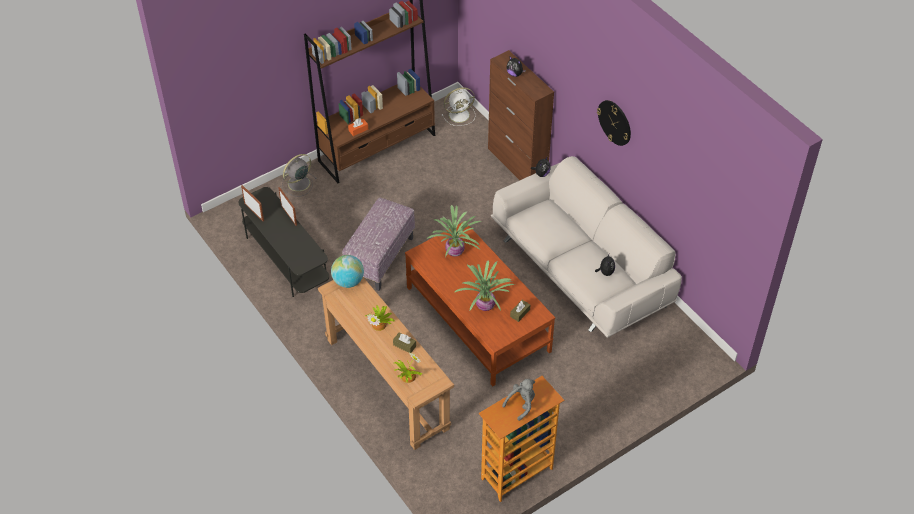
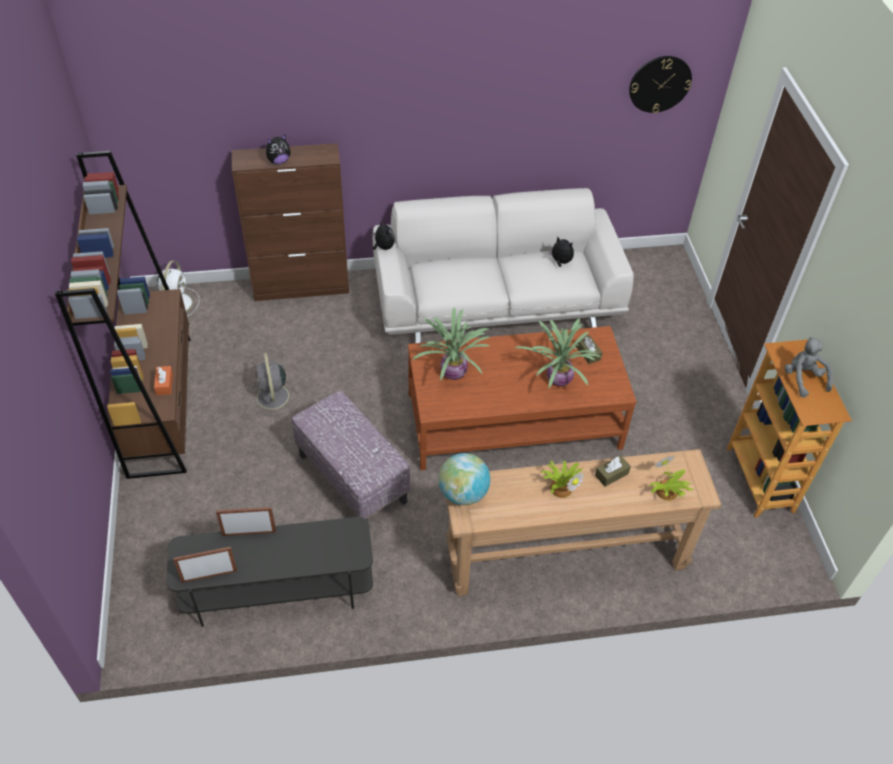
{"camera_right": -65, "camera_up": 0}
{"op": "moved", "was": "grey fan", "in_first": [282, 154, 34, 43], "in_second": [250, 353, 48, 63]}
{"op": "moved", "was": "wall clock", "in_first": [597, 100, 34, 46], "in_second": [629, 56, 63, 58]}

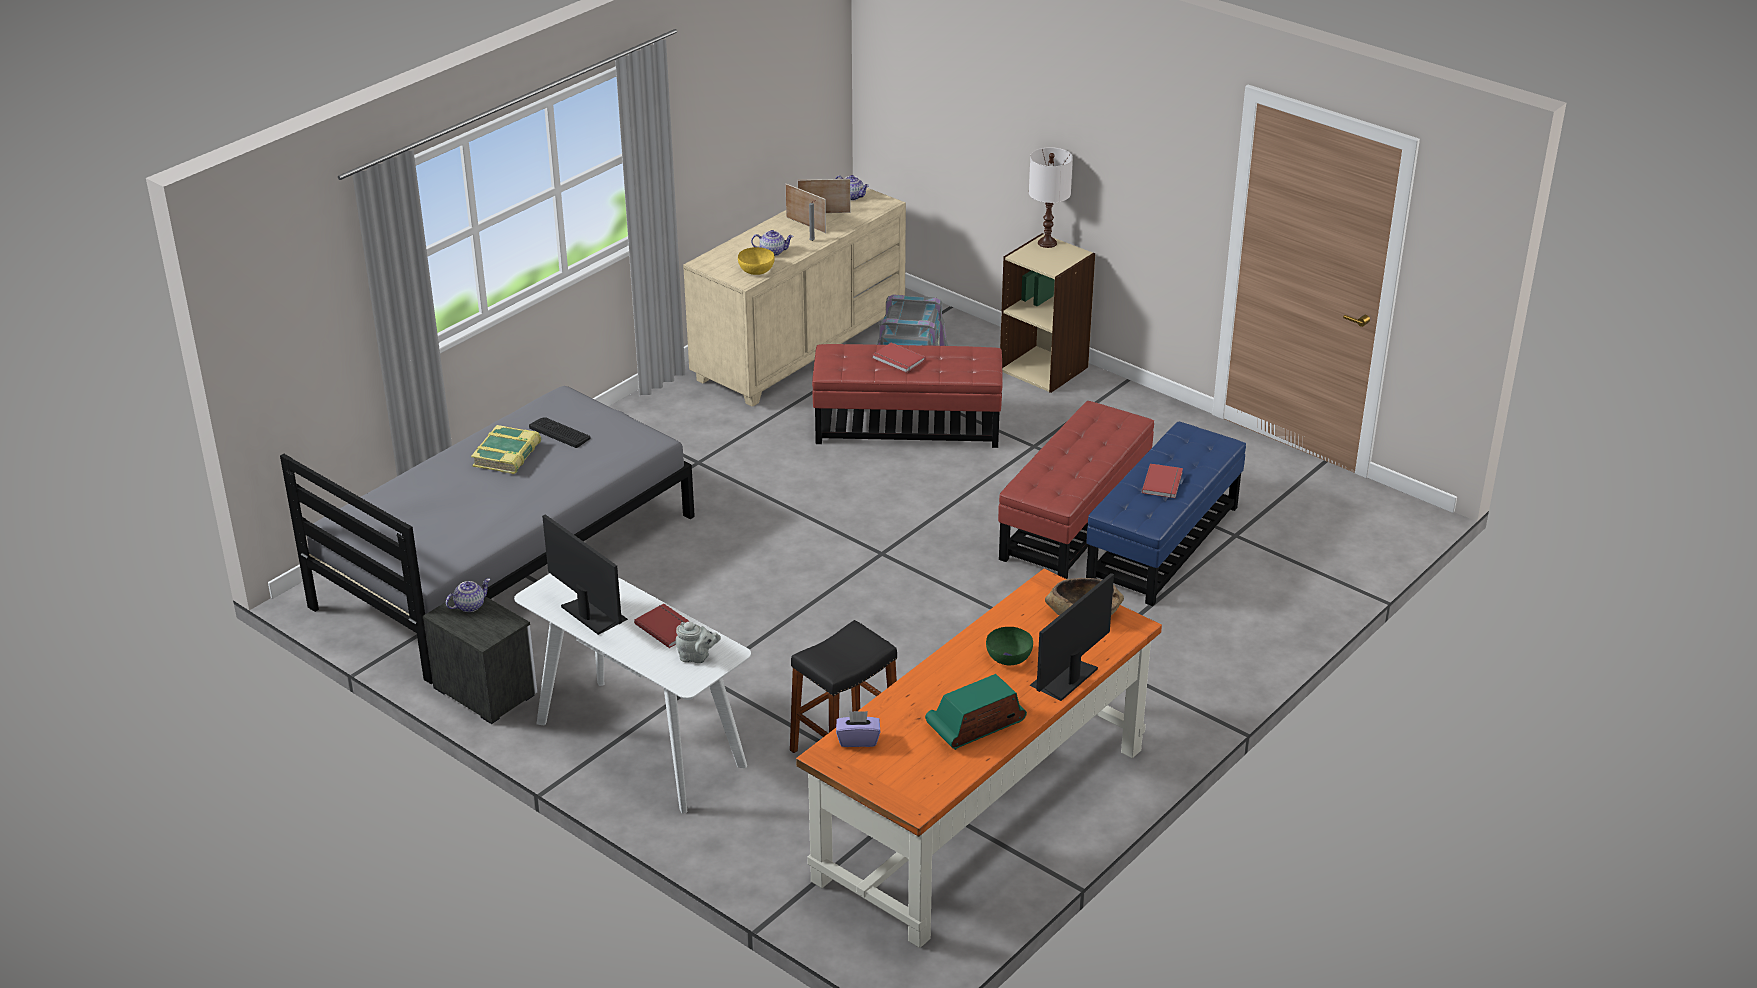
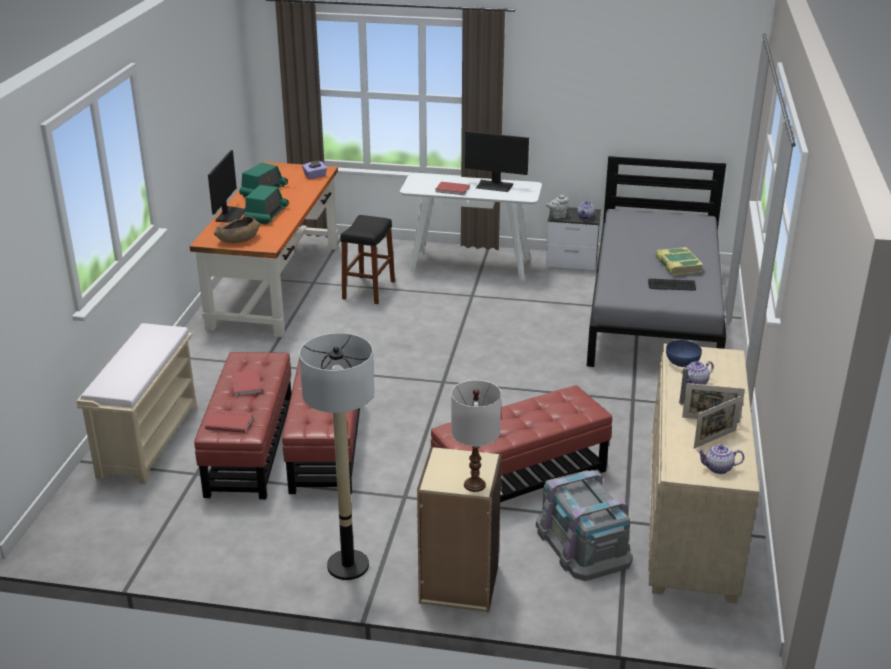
{"camera_right": 150, "camera_up": -5}
{"op": "added", "now": "beige bench", "in_second": [77, 323, 120, 161]}
{"op": "added", "now": "floor lamp", "in_second": [299, 333, 75, 247]}
{"op": "moved", "was": "grey teapot", "in_first": [676, 621, 45, 42], "in_second": [546, 195, 23, 24]}
{"op": "moved", "was": "red book", "in_first": [872, 342, 54, 31], "in_second": [205, 410, 49, 23]}
{"op": "replaced", "was": "green bowl", "now": "radio", "in_first": [986, 627, 47, 38], "in_second": [244, 185, 45, 39]}
{"op": "recoloured", "was": "yellow bowl", "now": "blue bowl", "in_first": [738, 247, 37, 28], "in_second": [666, 340, 36, 27]}
{"op": "recoloured", "was": "blue ottoman", "now": "red ottoman", "in_first": [1086, 422, 160, 184], "in_second": [194, 352, 97, 147]}

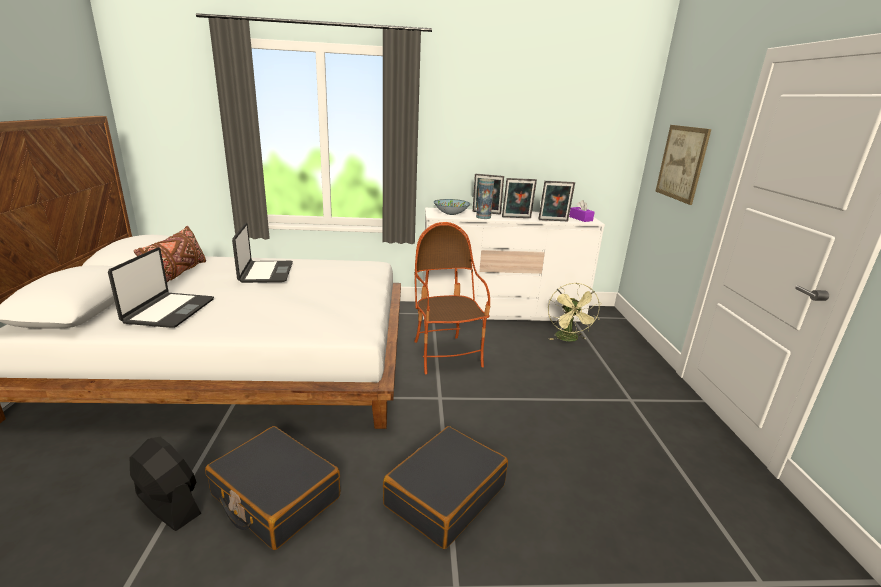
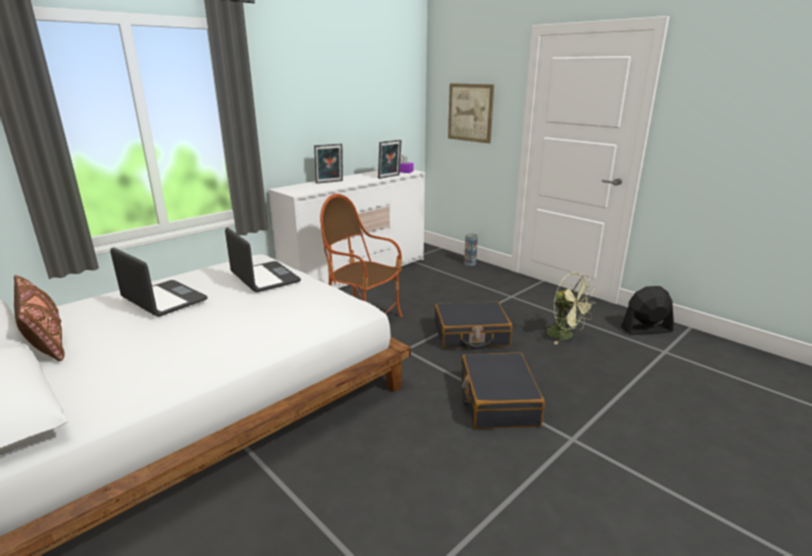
{"camera_right": -40, "camera_up": 0}
{"op": "removed", "was": "bowl", "in_first": [434, 199, 36, 16]}
{"op": "removed", "was": "picture frame", "in_first": [502, 178, 35, 40]}
{"op": "moved", "was": "laptop", "in_first": [108, 247, 106, 81], "in_second": [225, 227, 76, 65]}
{"op": "moved", "was": "black fan", "in_first": [130, 437, 71, 94], "in_second": [621, 286, 53, 49]}
{"op": "moved", "was": "black suitcase", "in_first": [205, 426, 135, 124], "in_second": [435, 301, 77, 48]}
{"op": "moved", "was": "vase", "in_first": [476, 179, 18, 40], "in_second": [464, 233, 14, 33]}
{"op": "moved", "was": "green fan", "in_first": [548, 283, 54, 59], "in_second": [546, 272, 50, 72]}

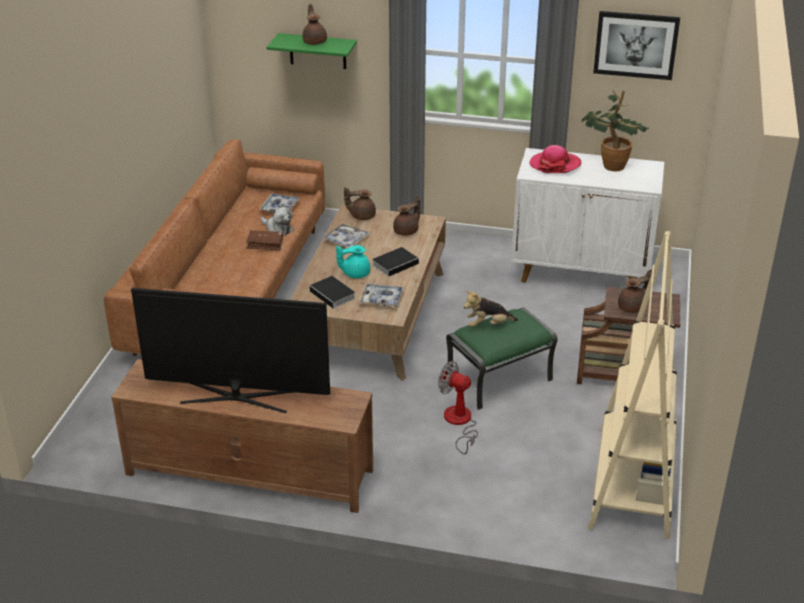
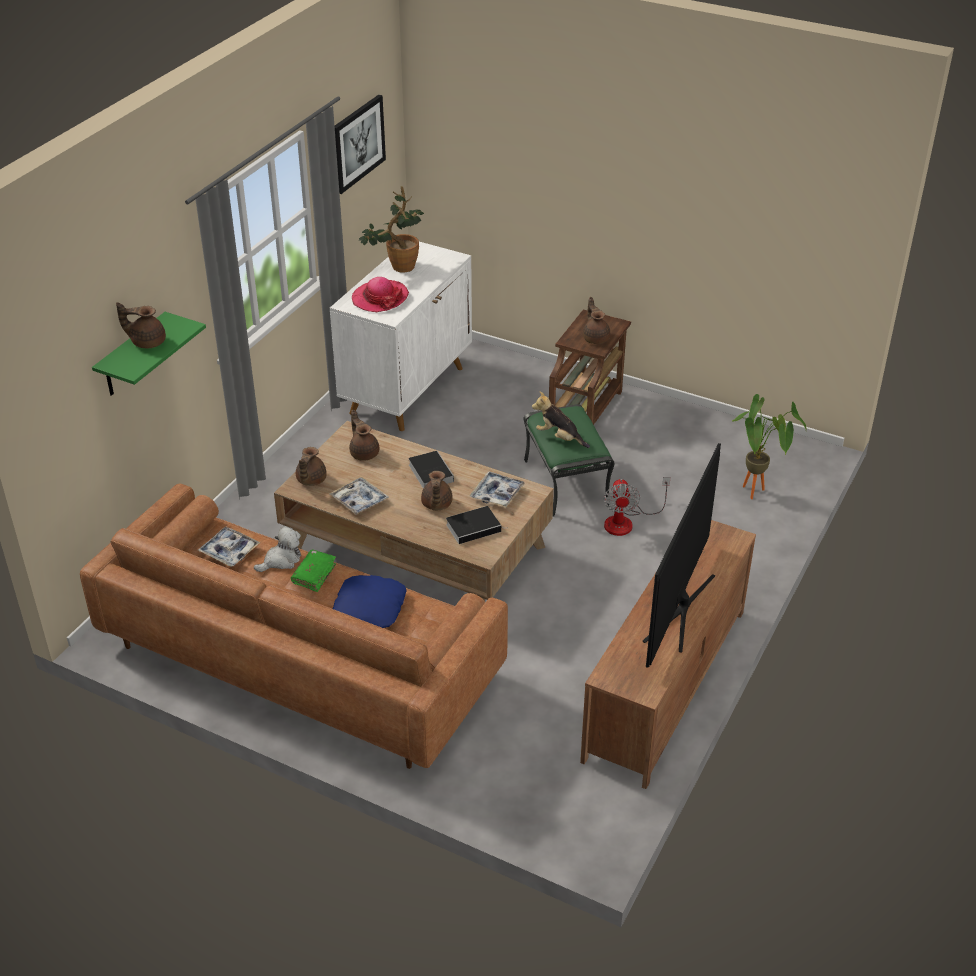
{"camera_right": -75, "camera_up": 5}
{"op": "removed", "was": "beige bookcase", "in_first": [588, 231, 89, 308]}
{"op": "added", "now": "blue pillow", "in_second": [333, 575, 74, 53]}
{"op": "added", "now": "potted plant", "in_second": [732, 394, 74, 105]}
{"op": "recoloured", "was": "brown book", "now": "green book", "in_first": [246, 230, 37, 21], "in_second": [291, 549, 45, 43]}
{"op": "recoloured", "was": "turquoise teapot", "now": "brown teapot", "in_first": [336, 245, 34, 33], "in_second": [421, 471, 32, 39]}
{"op": "turned", "was": "fan", "in_first": [438, 361, 40, 93], "in_second": [604, 477, 67, 59], "clockwise": -45}
{"op": "turned", "was": "plush toy", "in_first": [464, 290, 54, 37], "in_second": [532, 392, 58, 56], "clockwise": 120}

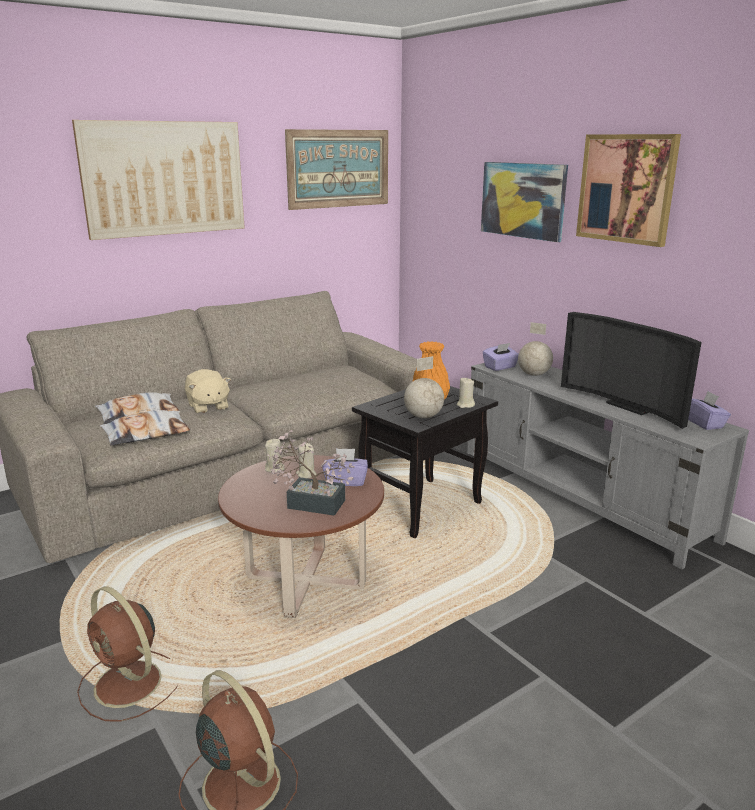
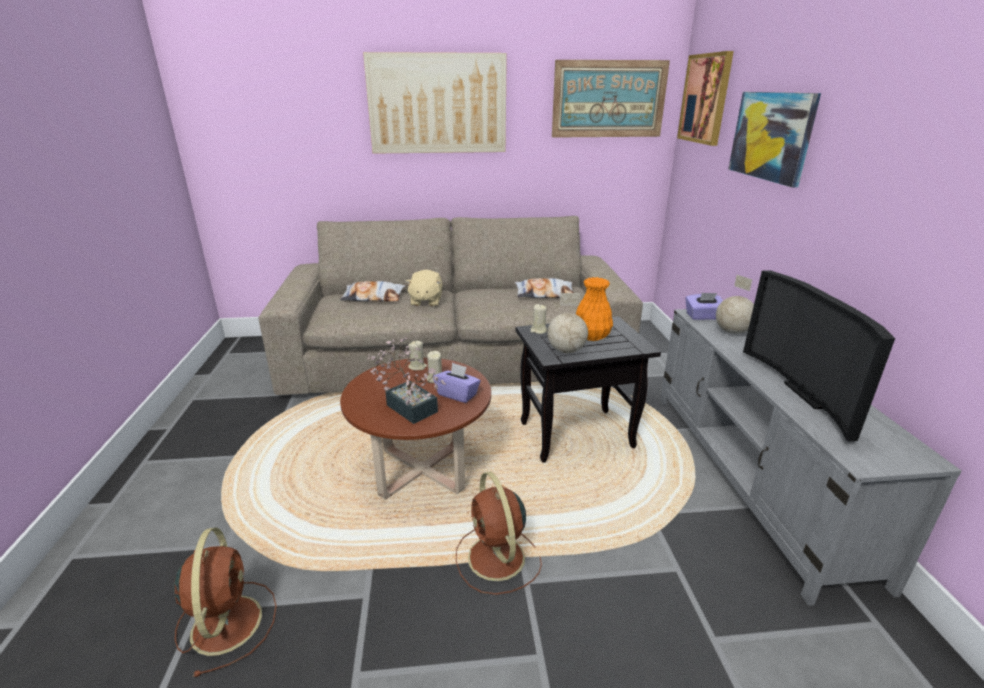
{"camera_right": 30, "camera_up": 5}
{"op": "removed", "was": "purple tissue box", "in_first": [688, 391, 43, 39]}
{"op": "moved", "was": "brown fan", "in_first": [77, 586, 101, 136], "in_second": [456, 472, 86, 123]}
{"op": "moved", "was": "pillow", "in_first": [100, 410, 90, 36], "in_second": [515, 278, 59, 20]}
{"op": "moved", "was": "beige candle", "in_first": [456, 378, 19, 30], "in_second": [530, 304, 17, 30]}
{"op": "moved", "was": "picture", "in_first": [576, 134, 105, 113], "in_second": [677, 51, 57, 95]}

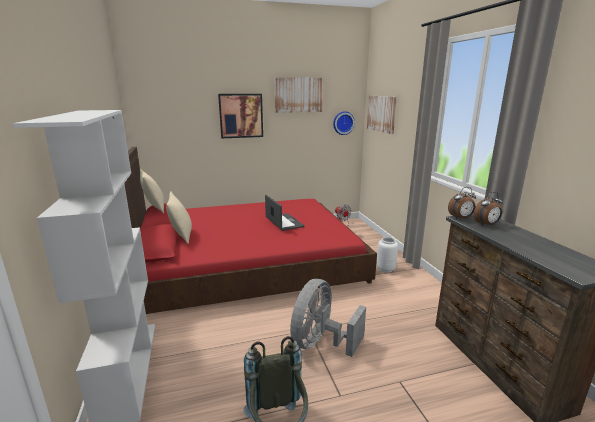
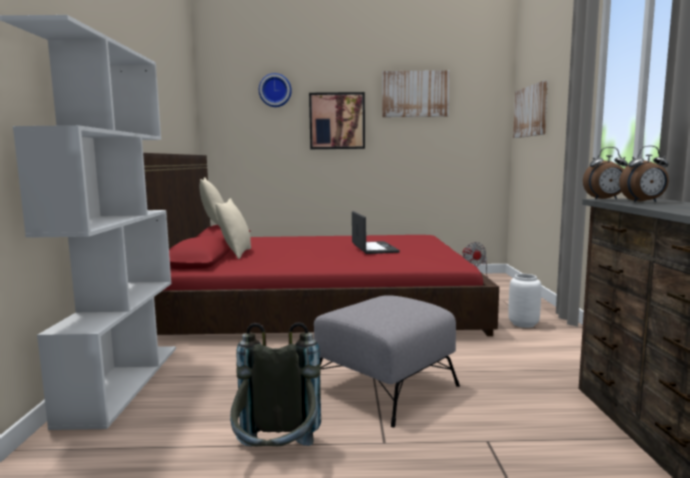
{"camera_right": 15, "camera_up": -10}
{"op": "moved", "was": "wall clock", "in_first": [333, 111, 22, 24], "in_second": [259, 73, 33, 34]}
{"op": "replaced", "was": "grey fan", "now": "grey ottoman", "in_first": [290, 279, 76, 78], "in_second": [314, 295, 146, 133]}

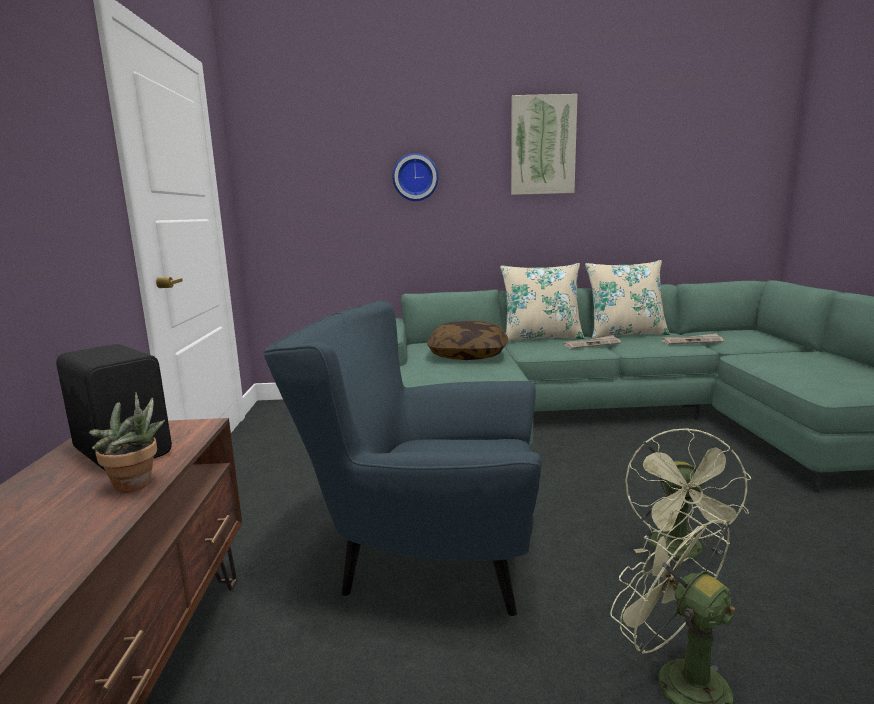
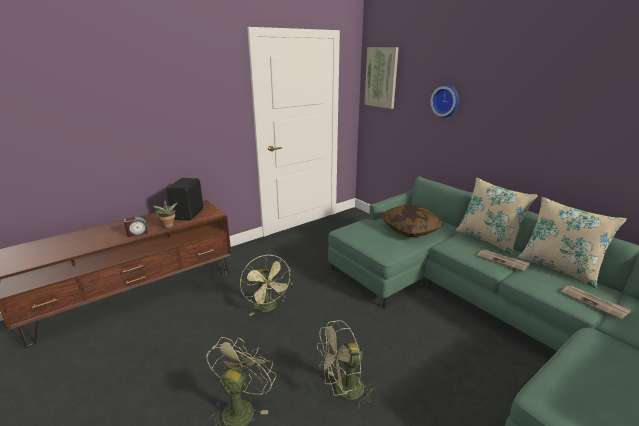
{"camera_right": 55, "camera_up": 10}
{"op": "added", "now": "alarm clock", "in_second": [124, 217, 24, 20]}
{"op": "moved", "was": "picture", "in_first": [511, 94, 67, 101], "in_second": [364, 47, 35, 62]}
{"op": "replaced", "was": "blue armchair", "now": "green fan", "in_first": [264, 300, 278, 317], "in_second": [240, 255, 53, 61]}

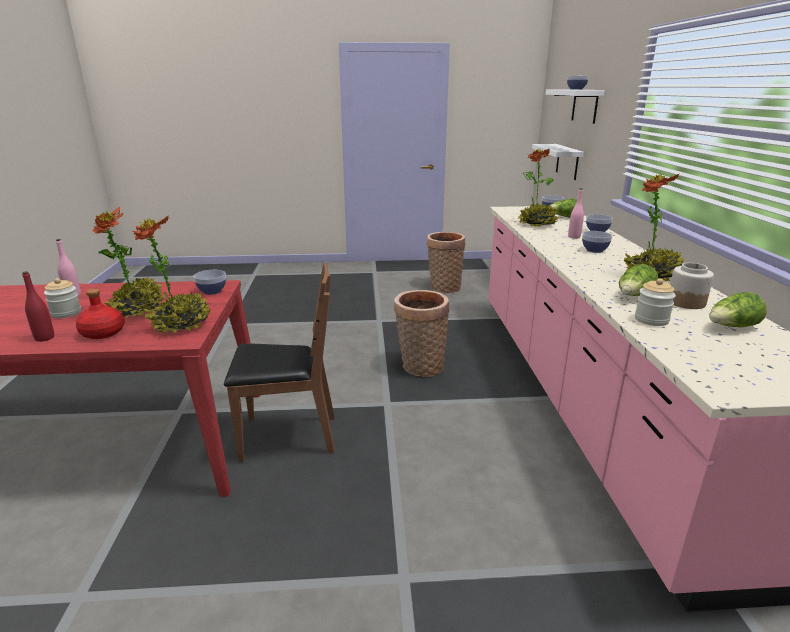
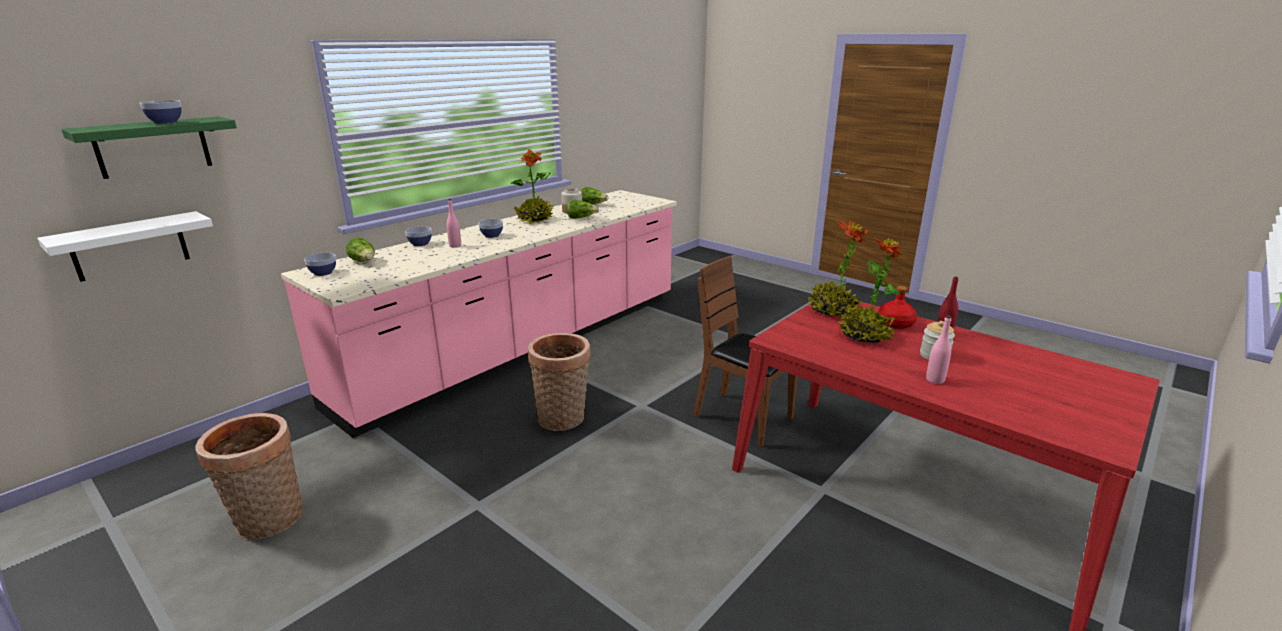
{"camera_right": -135, "camera_up": 0}
{"op": "removed", "was": "bowl", "in_first": [194, 270, 32, 25]}
{"op": "removed", "was": "potted plant", "in_first": [518, 148, 41, 79]}
{"op": "removed", "was": "jar", "in_first": [635, 279, 41, 47]}
{"op": "recoloured", "was": "white shelf", "now": "green shelf", "in_first": [545, 90, 60, 34], "in_second": [61, 117, 176, 62]}

